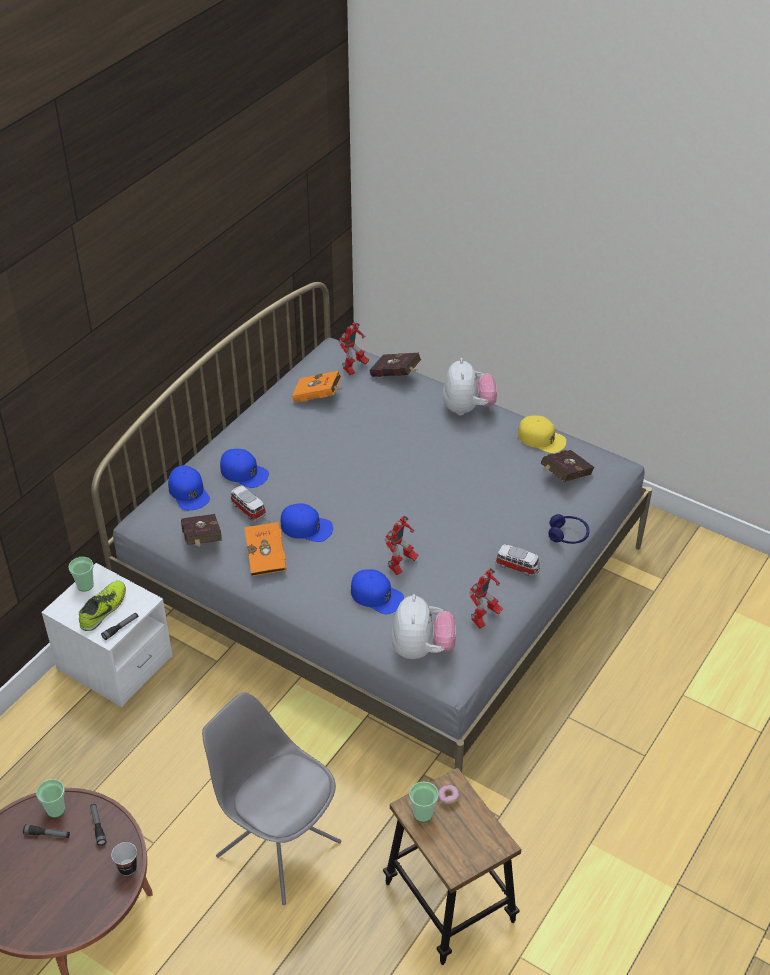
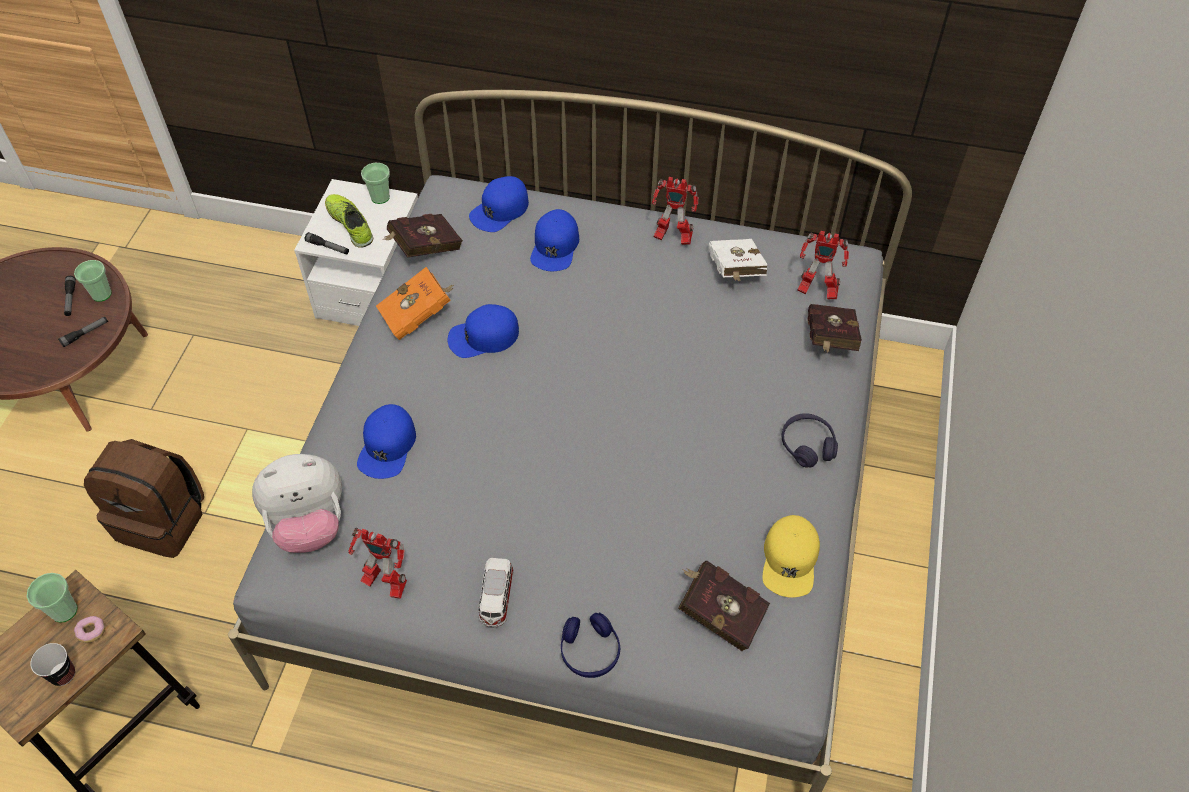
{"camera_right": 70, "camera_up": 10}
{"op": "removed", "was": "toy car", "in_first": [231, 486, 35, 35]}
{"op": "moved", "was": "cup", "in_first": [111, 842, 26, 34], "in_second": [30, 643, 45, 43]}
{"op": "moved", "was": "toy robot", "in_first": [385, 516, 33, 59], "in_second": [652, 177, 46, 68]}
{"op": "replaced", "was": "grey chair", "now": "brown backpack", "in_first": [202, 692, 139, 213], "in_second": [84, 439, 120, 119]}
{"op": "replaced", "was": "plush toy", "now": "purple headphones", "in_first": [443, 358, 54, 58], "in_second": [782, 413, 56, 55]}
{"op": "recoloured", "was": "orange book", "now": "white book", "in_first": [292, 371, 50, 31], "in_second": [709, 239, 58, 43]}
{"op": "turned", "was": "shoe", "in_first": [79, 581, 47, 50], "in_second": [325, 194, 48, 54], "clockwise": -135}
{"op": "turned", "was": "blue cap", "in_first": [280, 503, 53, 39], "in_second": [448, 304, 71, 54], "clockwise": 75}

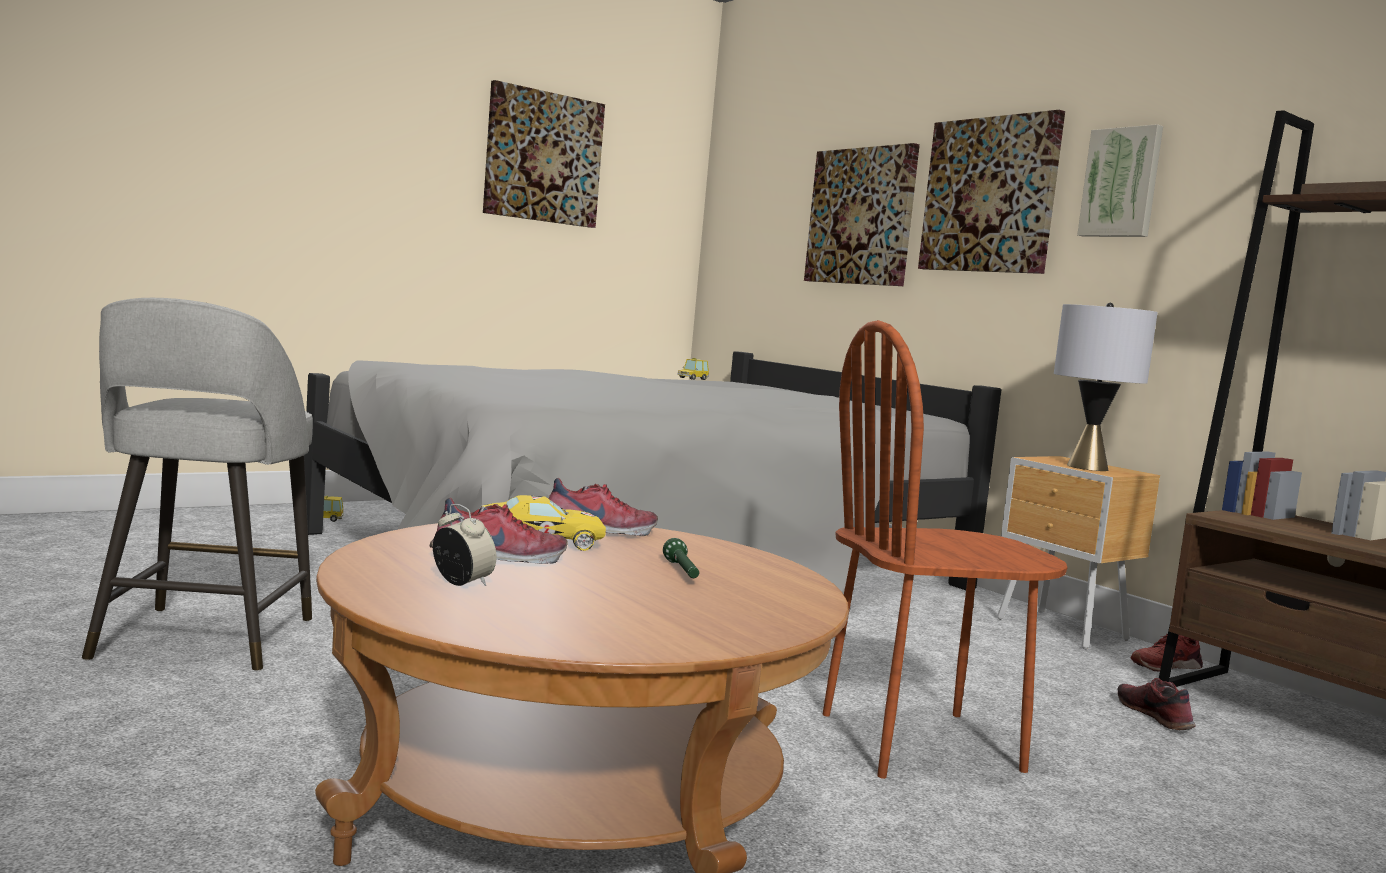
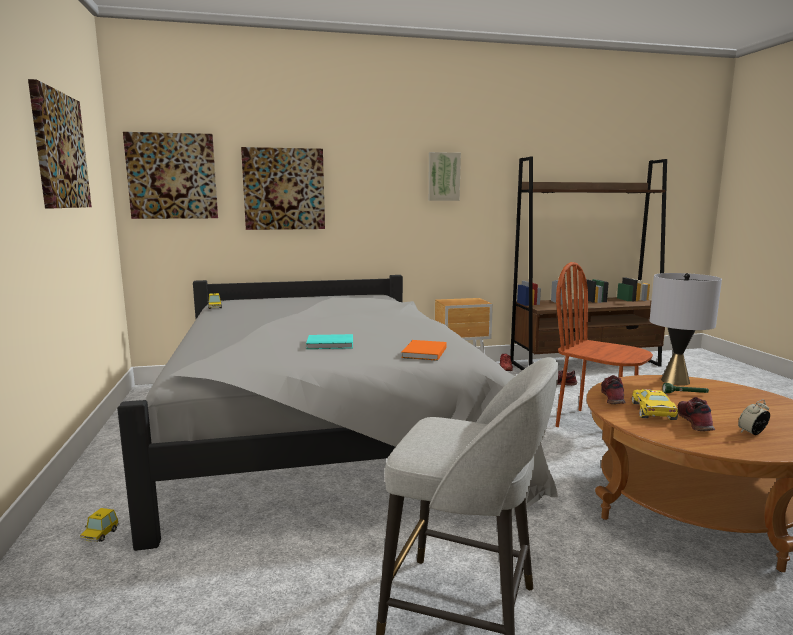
{"camera_right": -65, "camera_up": 5}
{"op": "added", "now": "turquoise book", "in_second": [306, 334, 47, 15]}
{"op": "added", "now": "orange book", "in_second": [401, 340, 46, 21]}
{"op": "moved", "was": "picture", "in_first": [918, 110, 147, 164], "in_second": [123, 132, 95, 87]}
{"op": "moved", "was": "grey table lamp", "in_first": [1054, 303, 104, 168], "in_second": [649, 273, 73, 113]}
{"op": "turned", "was": "brown chair", "in_first": [823, 320, 244, 459], "in_second": [556, 262, 97, 165], "clockwise": 120}

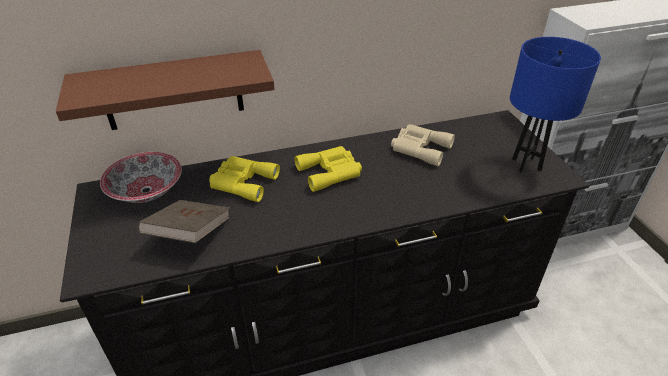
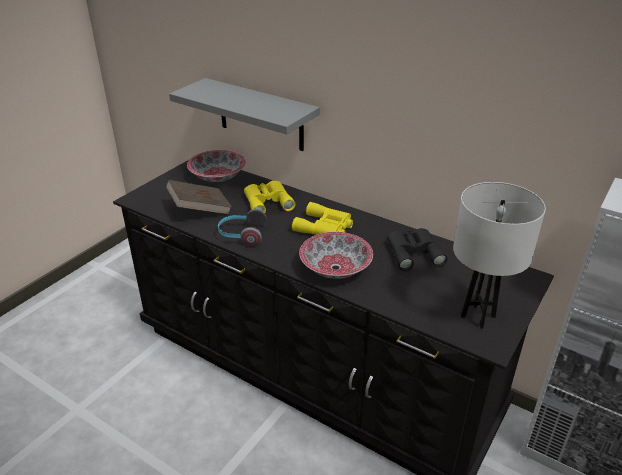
{"camera_right": 50, "camera_up": -5}
{"op": "added", "now": "headphones", "in_second": [218, 209, 49, 37]}
{"op": "added", "now": "bowl", "in_second": [299, 232, 74, 47]}
{"op": "recoloured", "was": "brown shelf", "now": "grey shelf", "in_first": [56, 50, 218, 80], "in_second": [169, 78, 151, 73]}
{"op": "recoloured", "was": "beige binoculars", "now": "black binoculars", "in_first": [391, 124, 64, 42], "in_second": [387, 228, 61, 43]}
{"op": "recoloured", "was": "blue table lamp", "now": "white table lamp", "in_first": [510, 37, 91, 135], "in_second": [453, 182, 93, 147]}

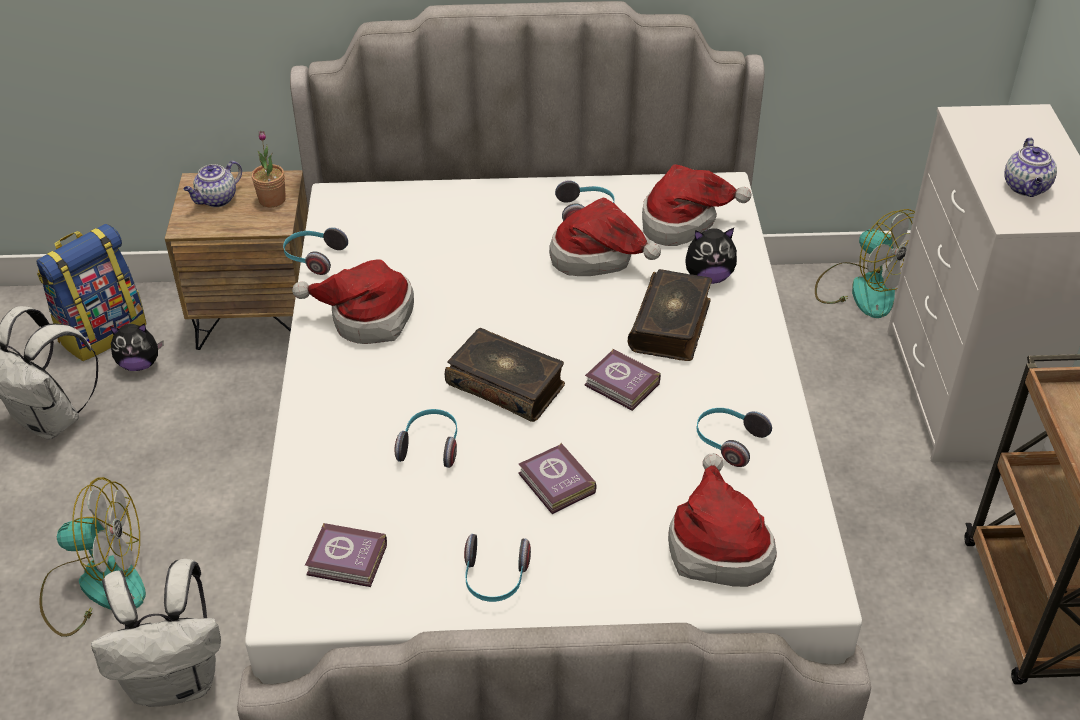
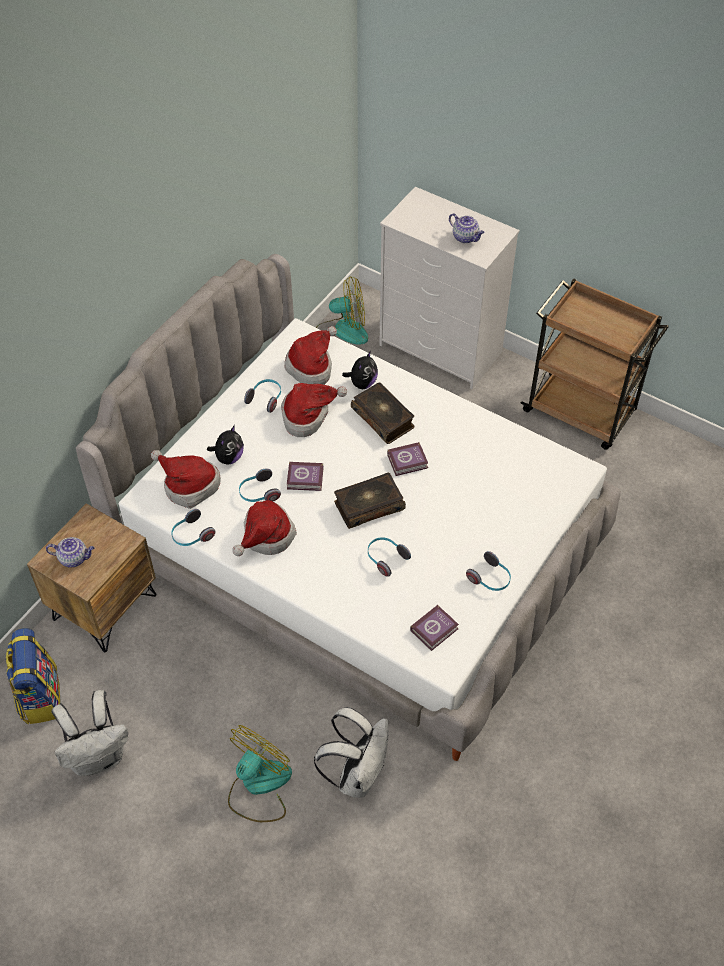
{"camera_right": -55, "camera_up": 10}
{"op": "removed", "was": "potted plant", "in_first": [251, 131, 35, 77]}
{"op": "moved", "was": "plush toy", "in_first": [110, 323, 54, 48], "in_second": [207, 425, 37, 40]}
{"op": "moved", "was": "book", "in_first": [519, 443, 78, 71], "in_second": [287, 462, 36, 29]}
{"op": "moved", "was": "hat", "in_first": [668, 453, 109, 134], "in_second": [151, 450, 70, 59]}
{"op": "moved", "was": "headphones", "in_first": [697, 408, 75, 59], "in_second": [239, 468, 42, 34]}
{"op": "turned", "was": "teapot", "in_first": [183, 161, 59, 46], "in_second": [46, 537, 49, 31], "clockwise": -75}

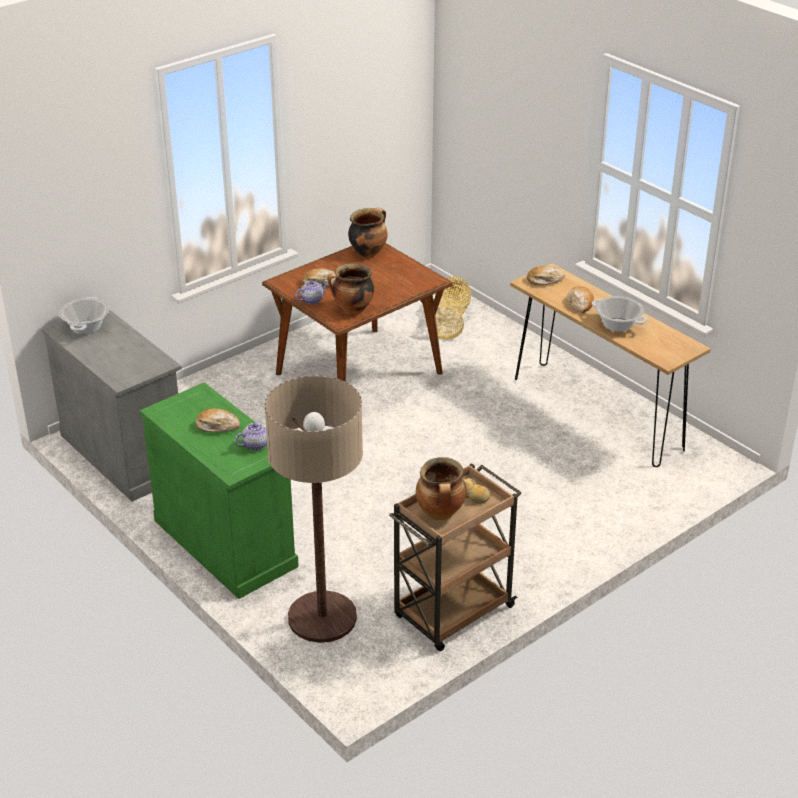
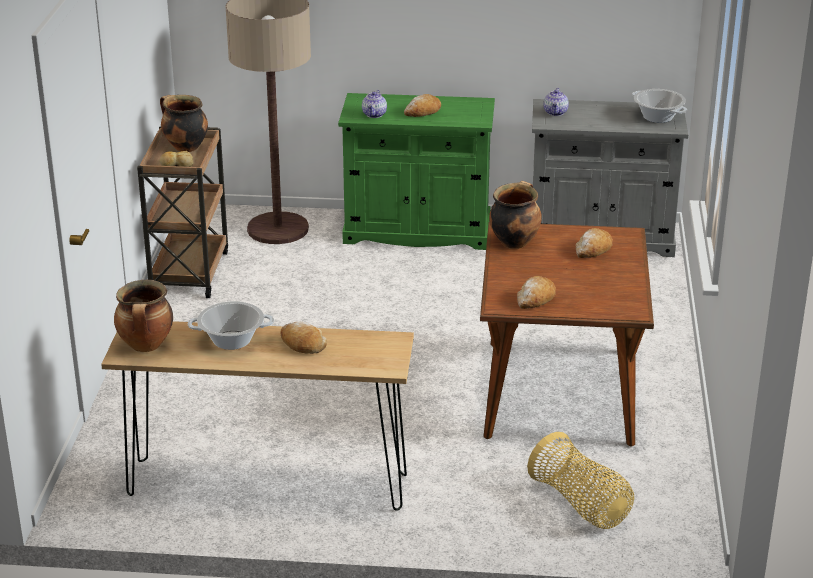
{"camera_right": 135, "camera_up": -5}
{"op": "moved", "was": "teapot", "in_first": [295, 280, 33, 24], "in_second": [543, 88, 26, 28]}
{"op": "moved", "was": "cooking pot", "in_first": [348, 207, 40, 51], "in_second": [114, 280, 59, 72]}
{"op": "moved", "was": "bread", "in_first": [527, 265, 38, 20], "in_second": [517, 276, 39, 33]}

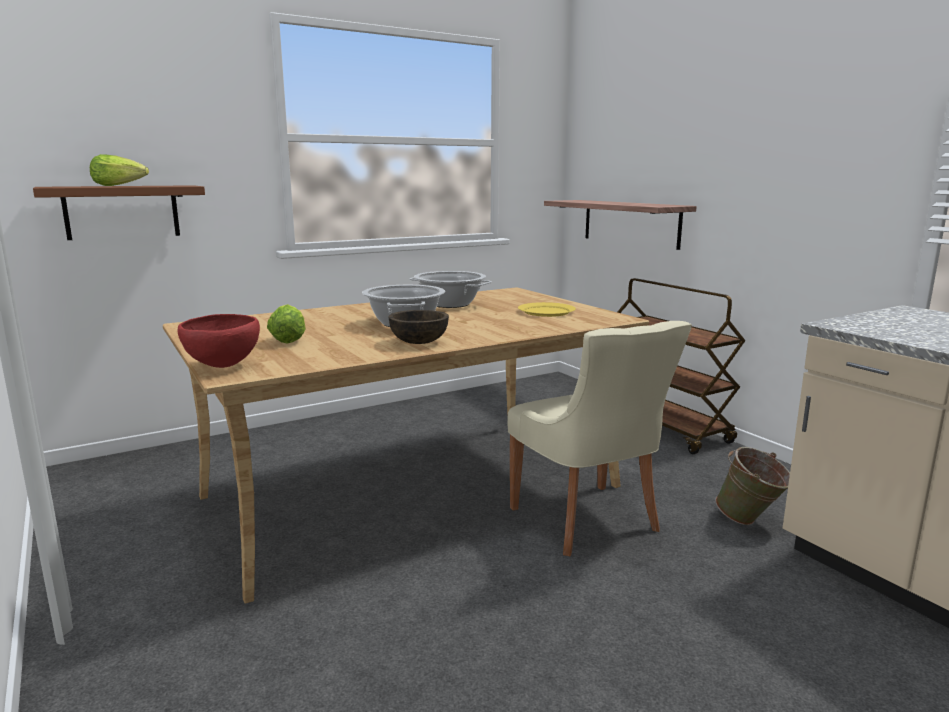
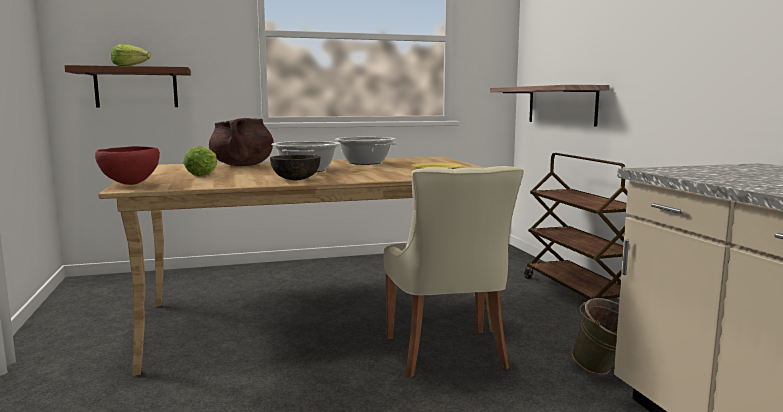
{"camera_right": 15, "camera_up": -5}
{"op": "added", "now": "brown cooking pot", "in_second": [209, 118, 65, 48]}

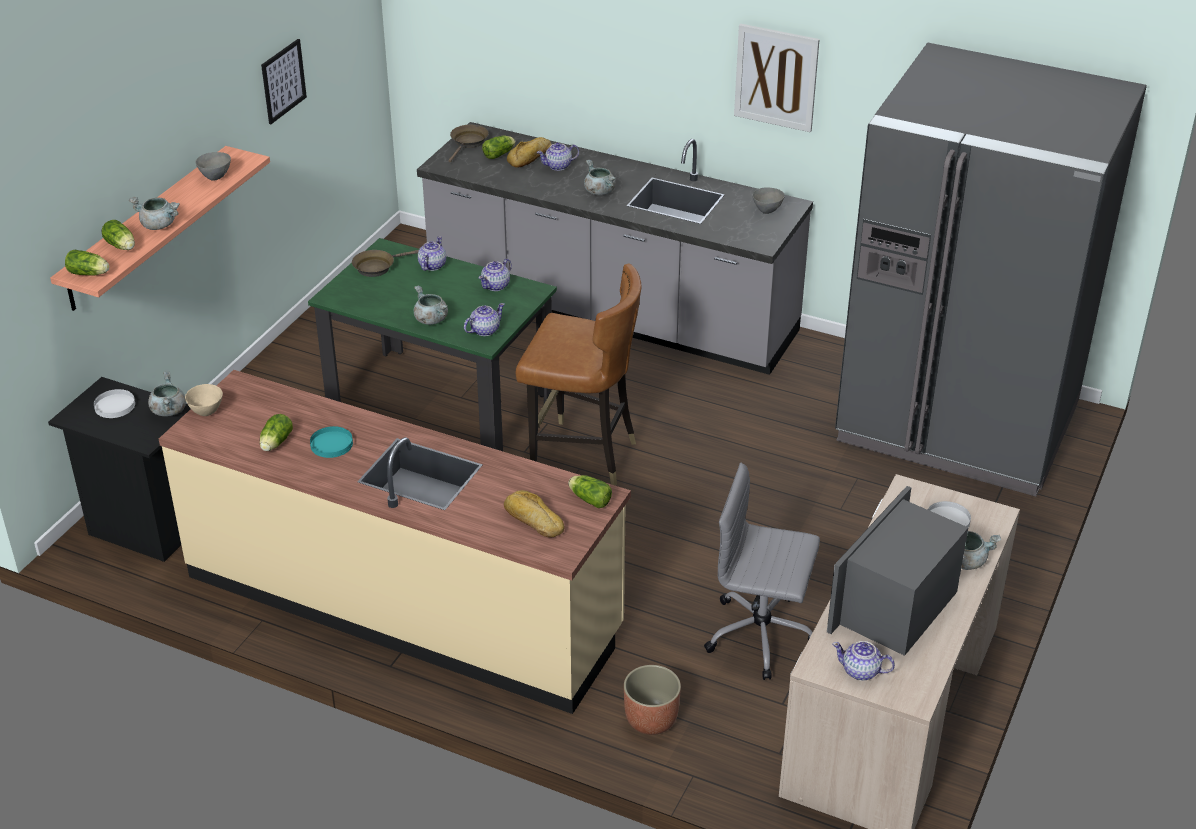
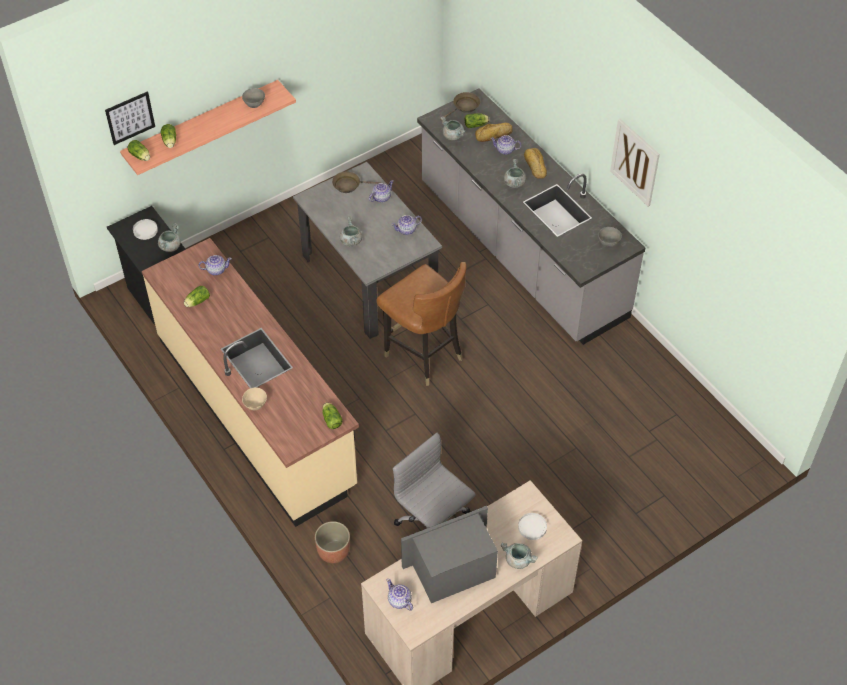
{"camera_right": 30, "camera_up": 15}
{"op": "removed", "was": "turquoise plate", "in_first": [310, 426, 43, 32]}
{"op": "removed", "was": "grey fridge", "in_first": [835, 43, 312, 453]}
{"op": "moved", "was": "grey cooking pot", "in_first": [129, 197, 51, 33], "in_second": [440, 116, 26, 24]}
{"op": "moved", "was": "beige bowl", "in_first": [185, 384, 38, 32], "in_second": [242, 387, 25, 23]}
{"op": "moved", "was": "picture", "in_first": [261, 39, 46, 85], "in_second": [105, 91, 50, 54]}
{"op": "moved", "was": "teapot", "in_first": [464, 303, 41, 33], "in_second": [198, 255, 34, 20]}
{"op": "moved", "was": "bread", "in_first": [504, 490, 60, 48], "in_second": [524, 148, 23, 31]}
{"op": "recoloured", "was": "green dining table", "now": "grey dining table", "in_first": [308, 238, 249, 213], "in_second": [293, 162, 149, 177]}

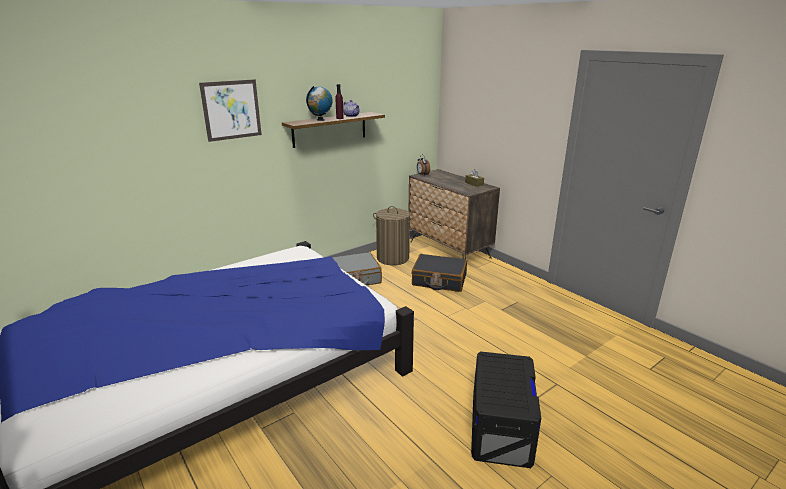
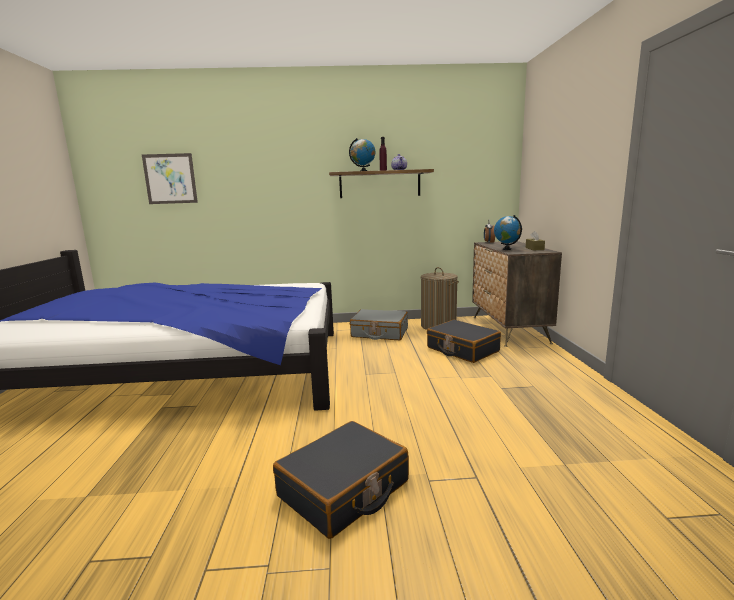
{"camera_right": 35, "camera_up": -10}
{"op": "added", "now": "globe", "in_second": [494, 215, 28, 35]}
{"op": "moved", "was": "picture", "in_first": [199, 79, 63, 63], "in_second": [142, 153, 56, 51]}
{"op": "replaced", "was": "black storage box", "now": "black suitcase", "in_first": [471, 351, 70, 117], "in_second": [273, 421, 136, 118]}

